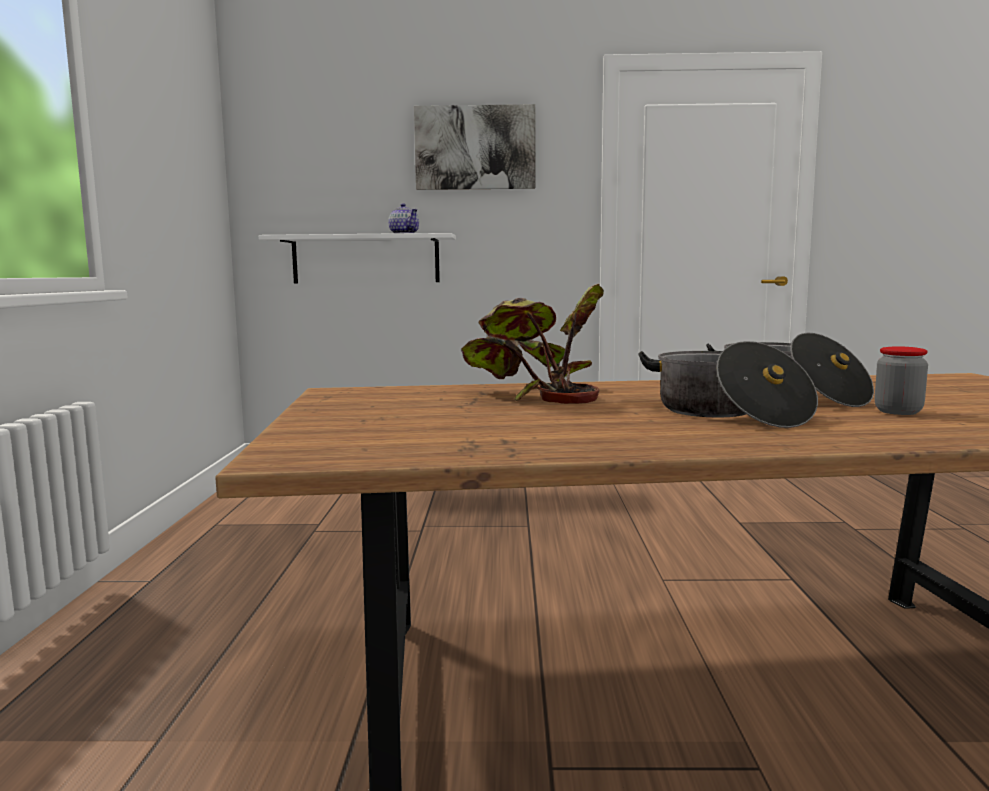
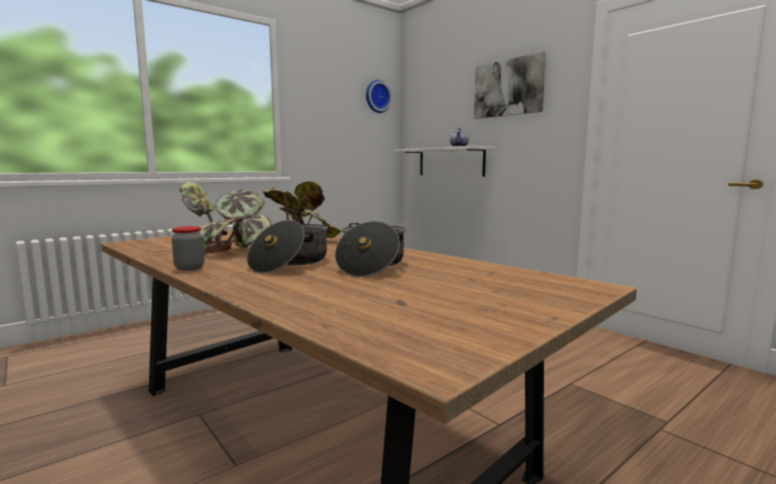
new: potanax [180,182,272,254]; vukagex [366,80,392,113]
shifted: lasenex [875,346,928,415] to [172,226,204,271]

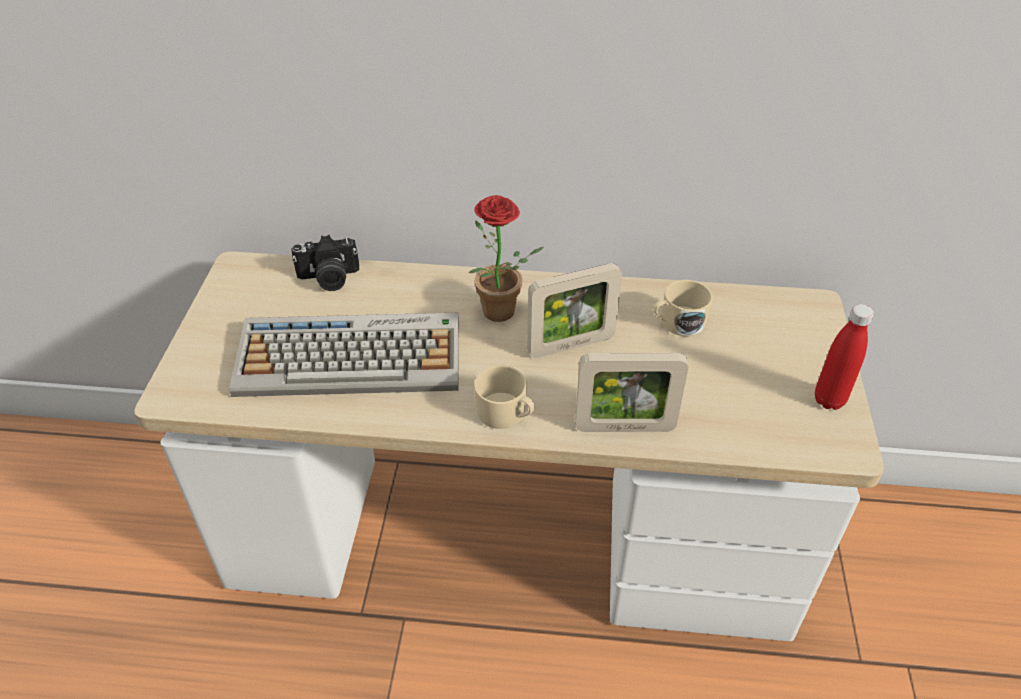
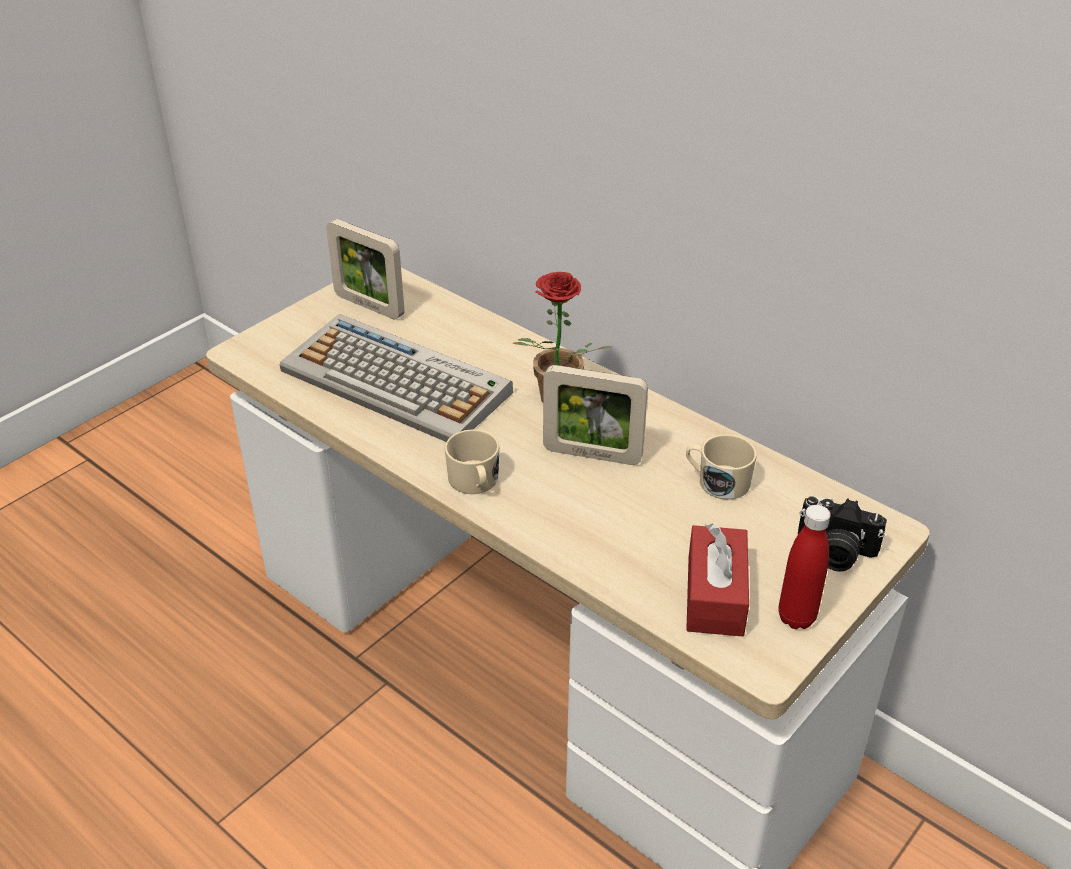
new: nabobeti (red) [686,524,749,637]
shifted: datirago [291,235,359,291] to [798,496,887,572]; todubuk [575,353,688,432] to [326,219,405,320]

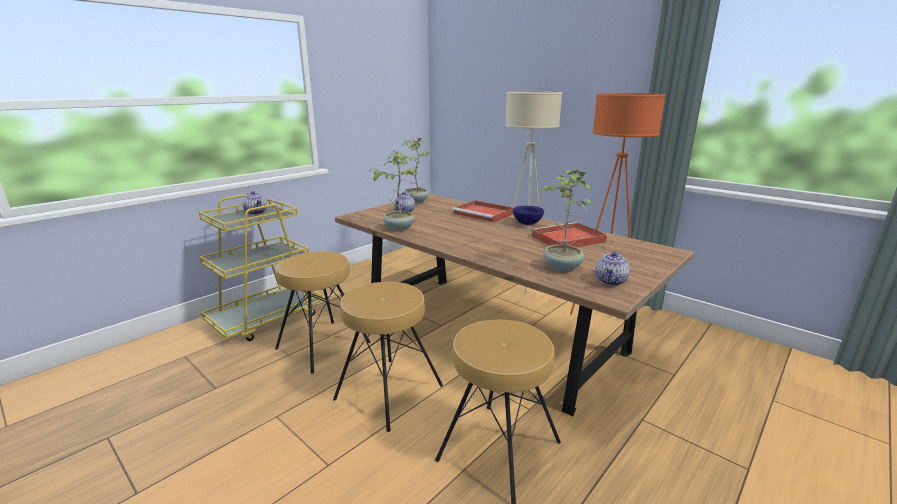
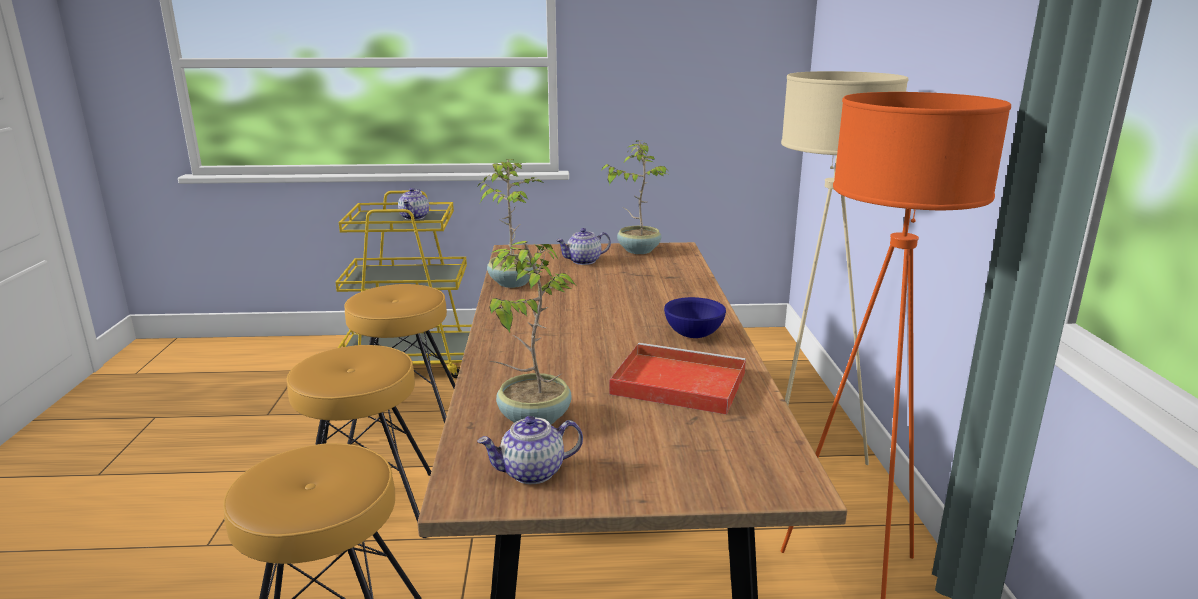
gone: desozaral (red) [453,200,514,223]

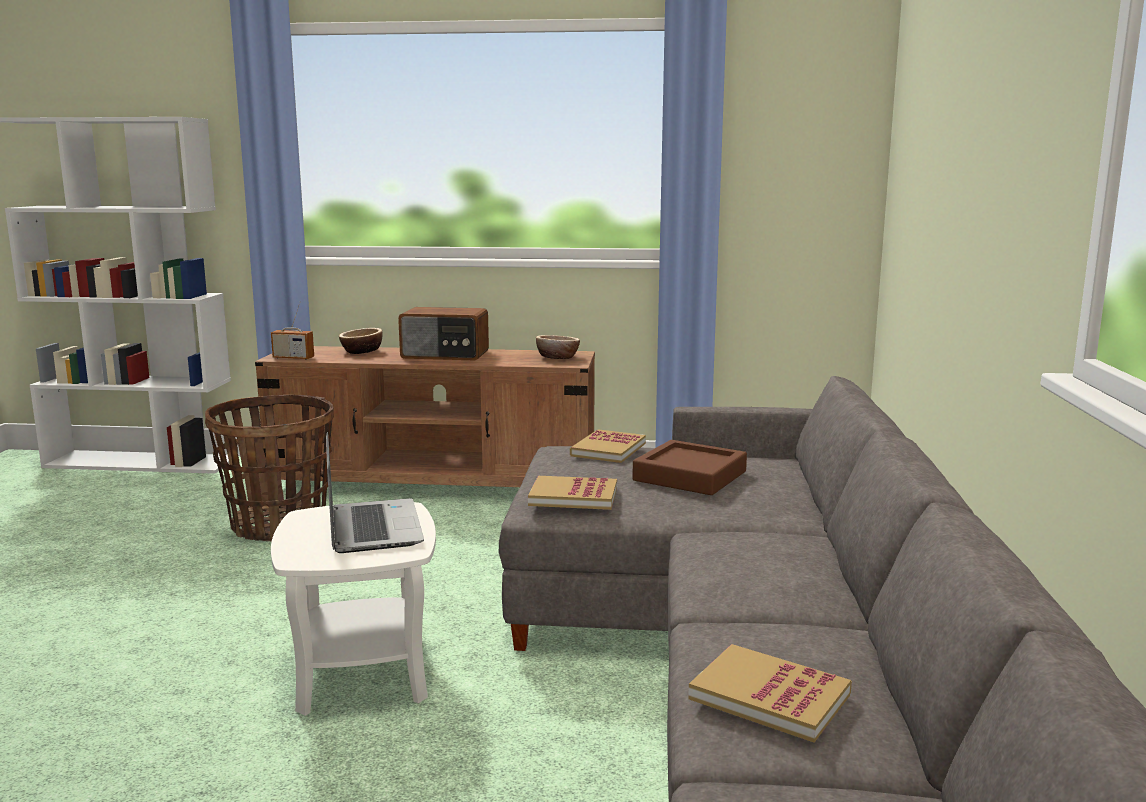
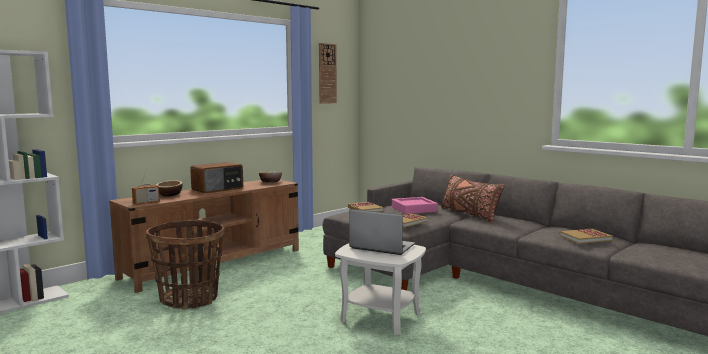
new: vukagex [319,43,337,104]; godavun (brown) [441,175,505,223]
repainted: desozaral (brown) [632,440,747,495] to desozaral (pink) [392,197,438,214]

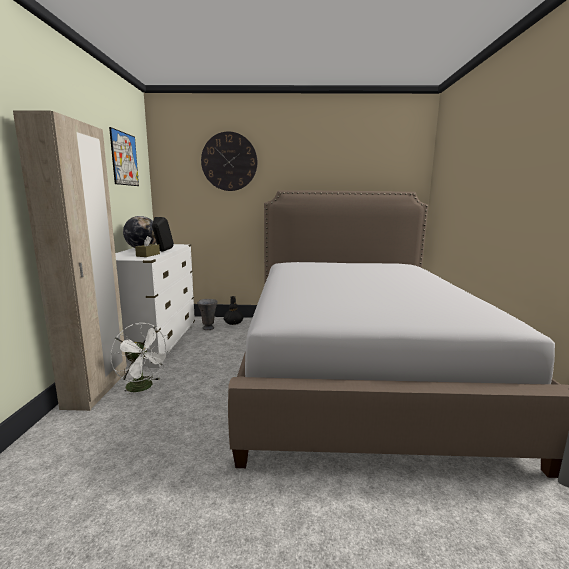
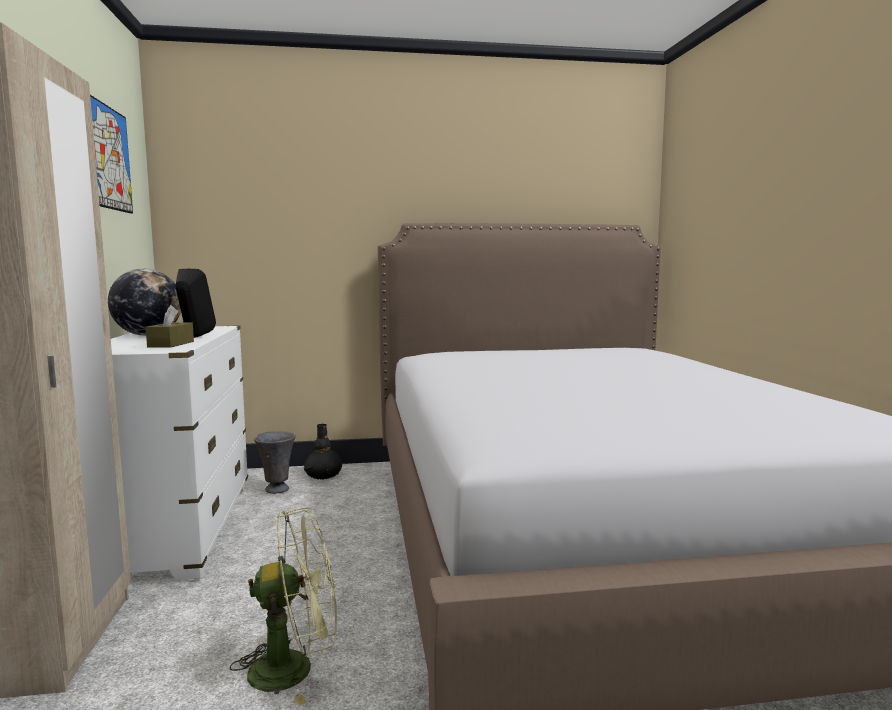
gone: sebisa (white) [110,323,170,398]; vukagex [201,132,257,191]
new: sebisa (green) [230,507,337,706]

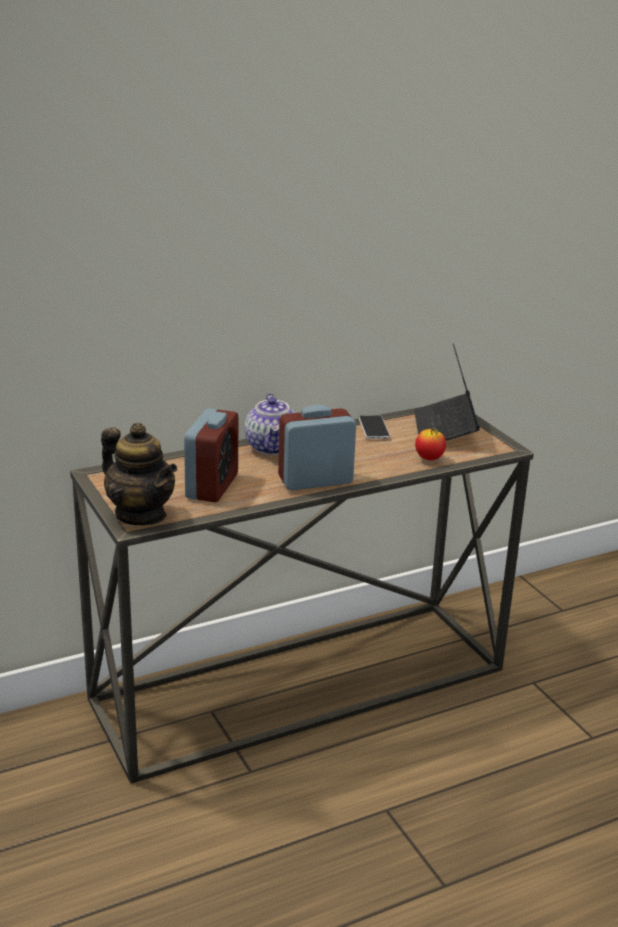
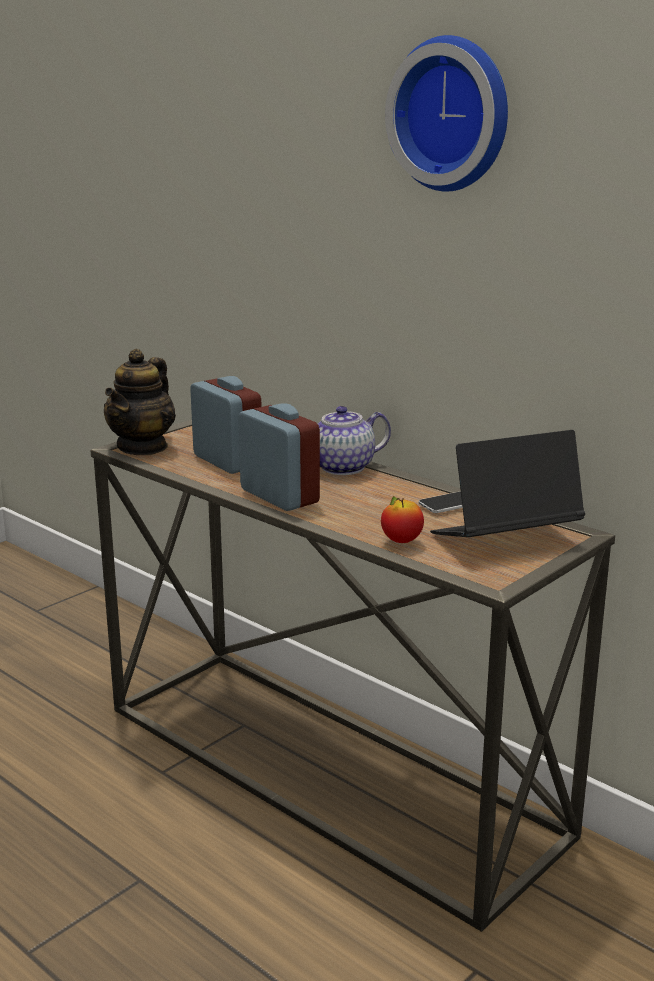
new: vukagex [385,35,508,192]
rotated: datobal [184,408,238,502] = [190,376,261,474] 120 degrees counterclockwise

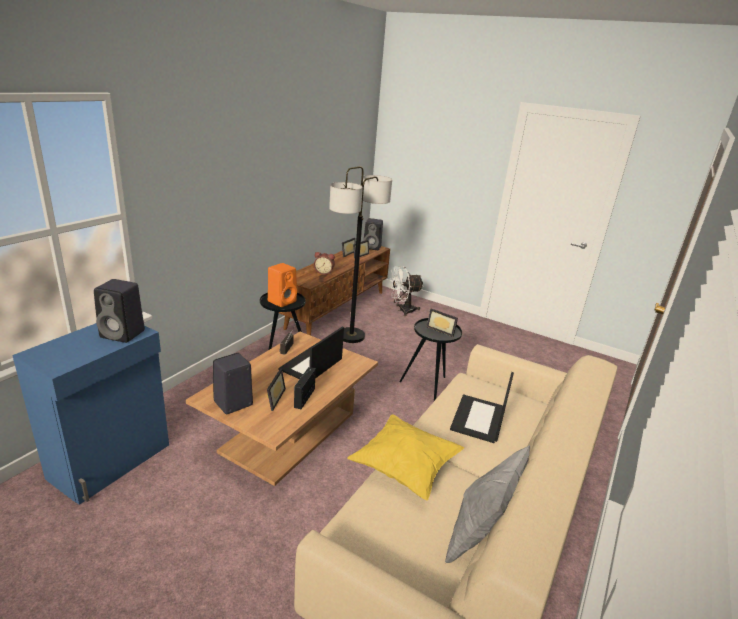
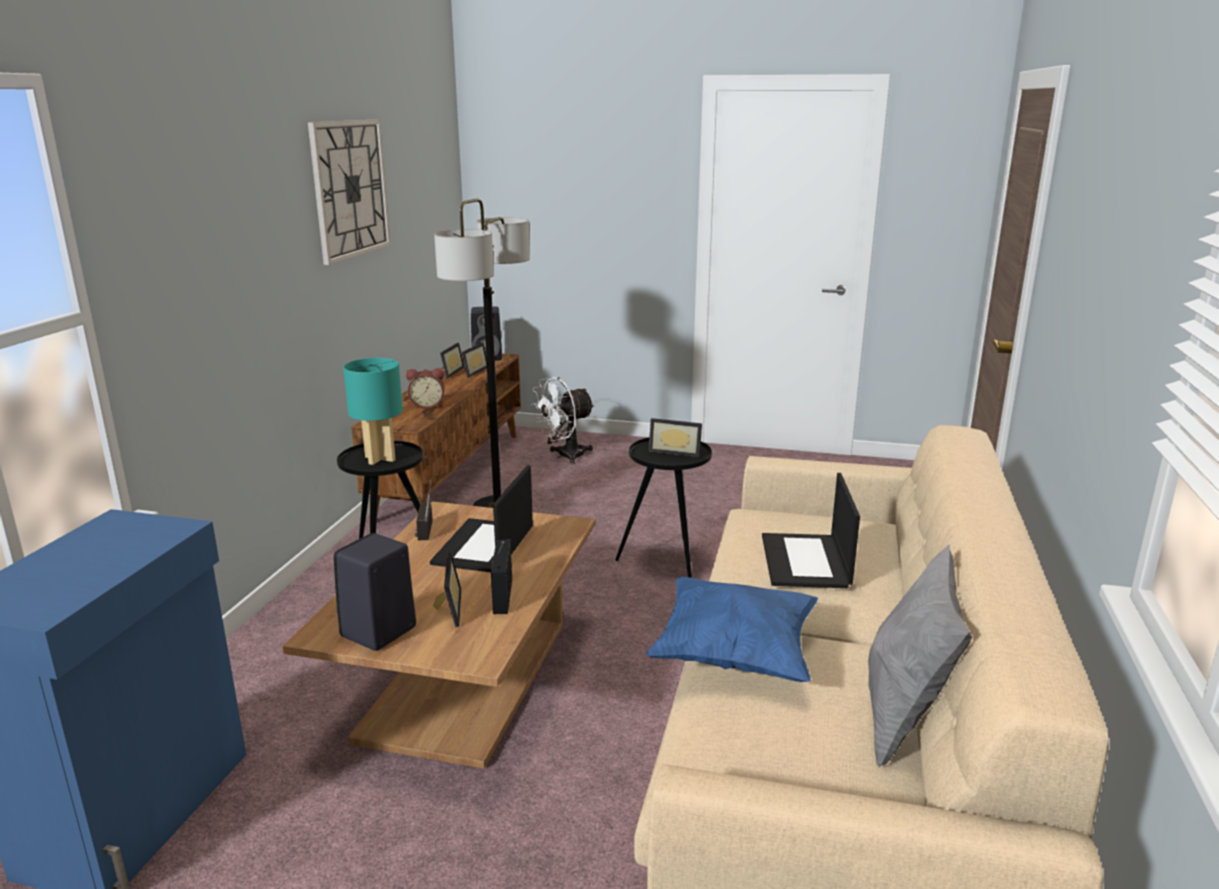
gone: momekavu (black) [94,279,145,343]
new: vukagex [308,119,391,265]
swapped: momekavu (orange) [268,263,297,307] to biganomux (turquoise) [343,358,403,465]
repainted: godavun (yellow) [347,414,464,501] to godavun (blue) [646,577,818,682]

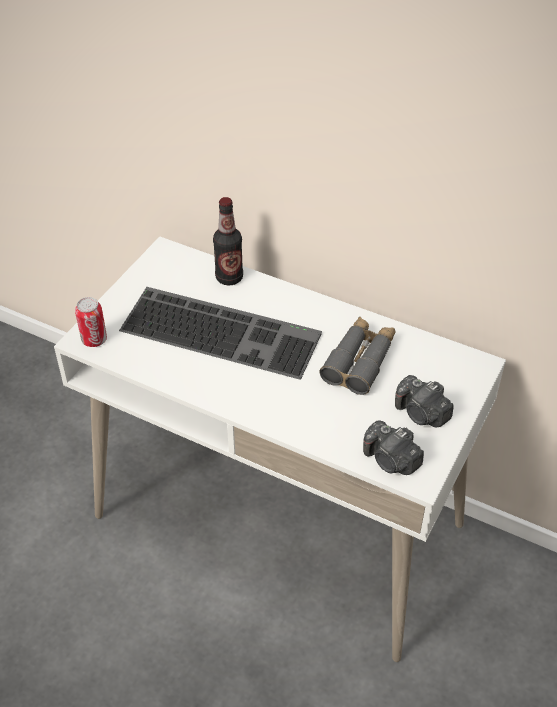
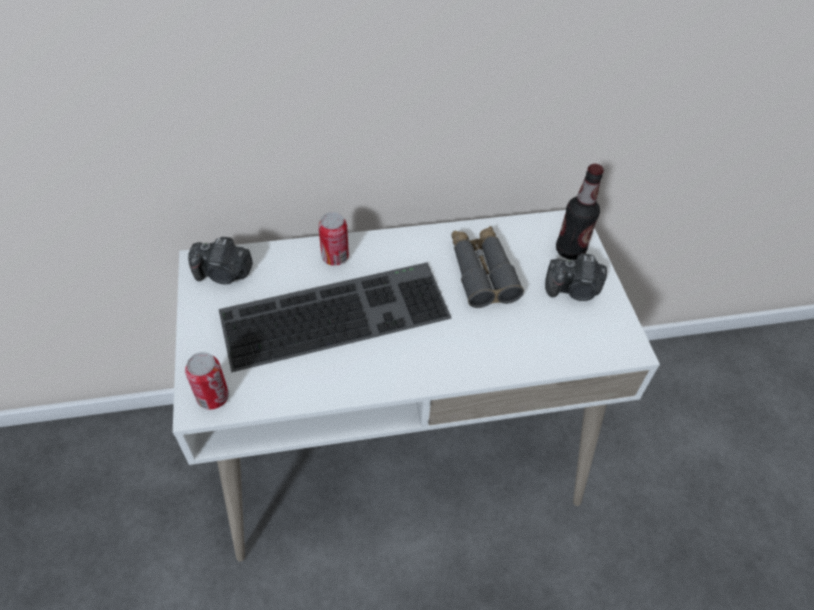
new: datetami [318,212,349,266]
shifted: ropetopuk [213,197,243,285] to [556,164,604,260]; datirago [363,420,424,475] to [188,237,253,284]

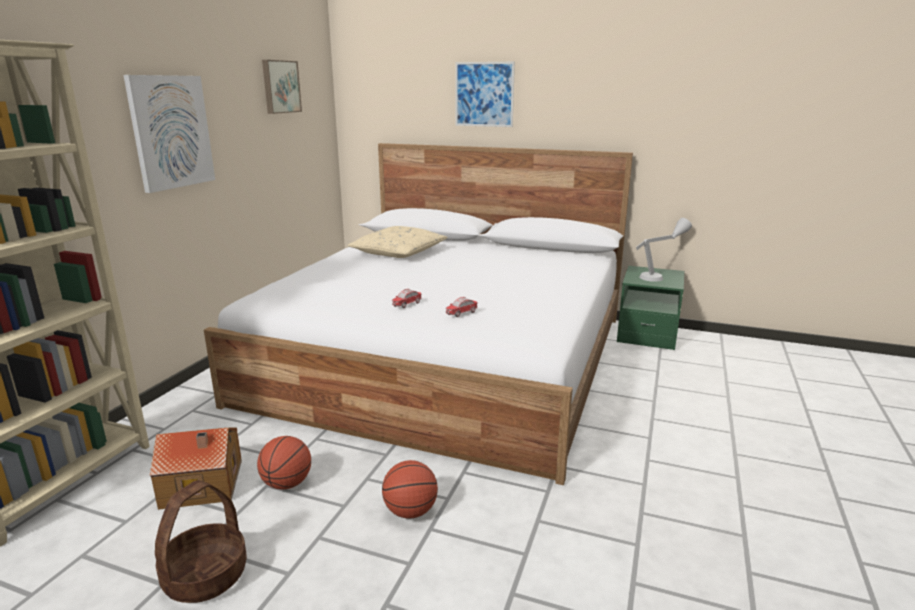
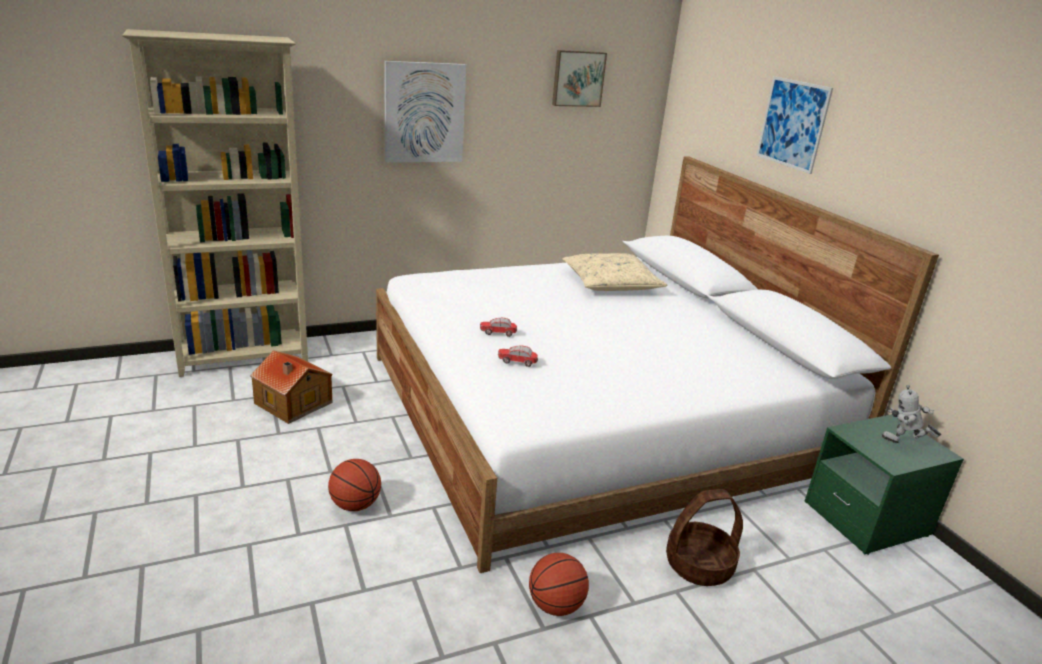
shifted: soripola [155,480,247,603] to [666,489,743,586]; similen [257,436,311,490] to [529,553,589,616]
swapped: biganomux (grey) [636,218,692,282] to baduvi [882,385,941,443]

